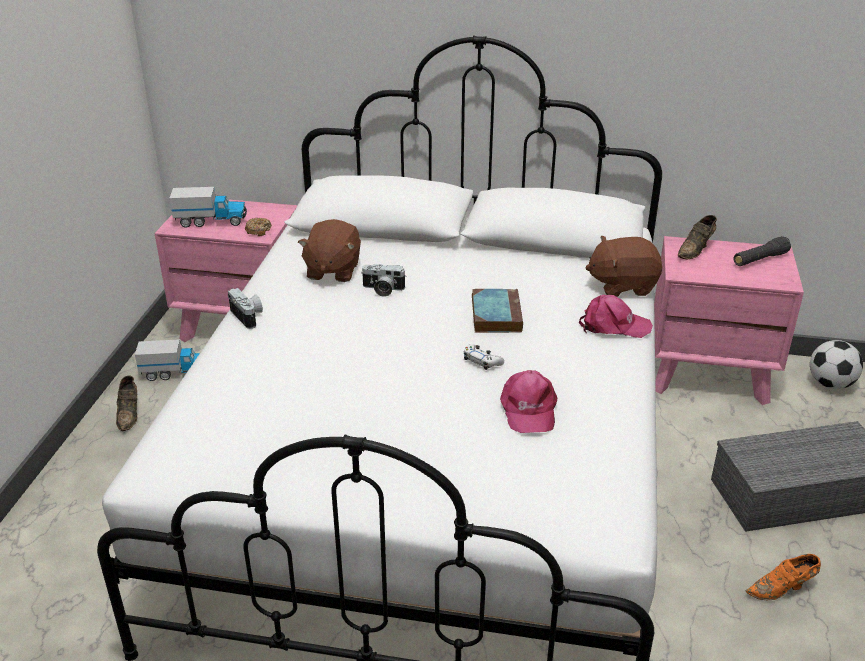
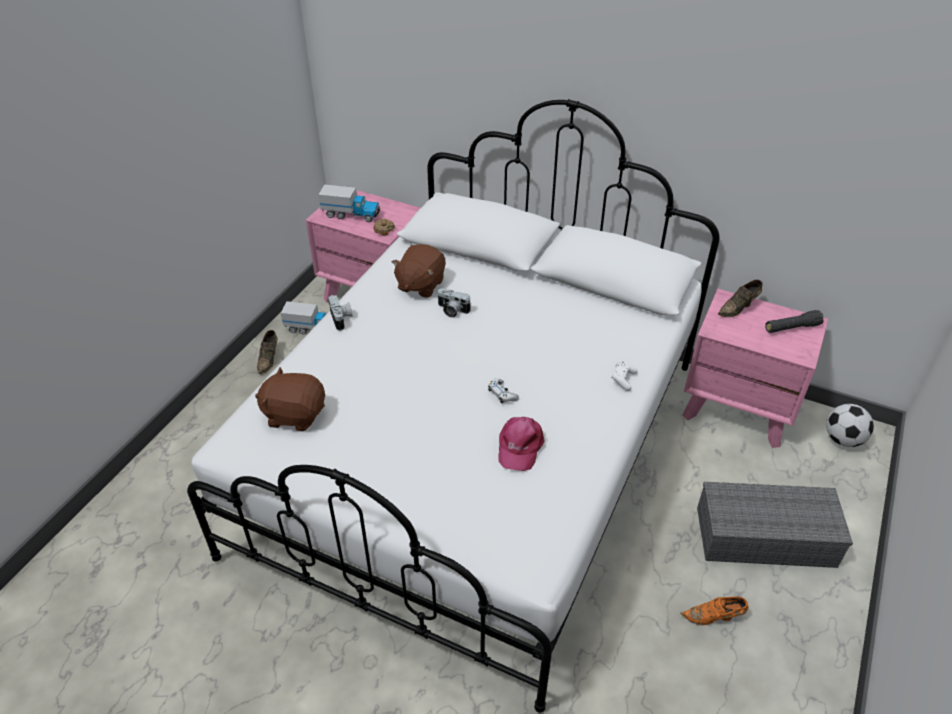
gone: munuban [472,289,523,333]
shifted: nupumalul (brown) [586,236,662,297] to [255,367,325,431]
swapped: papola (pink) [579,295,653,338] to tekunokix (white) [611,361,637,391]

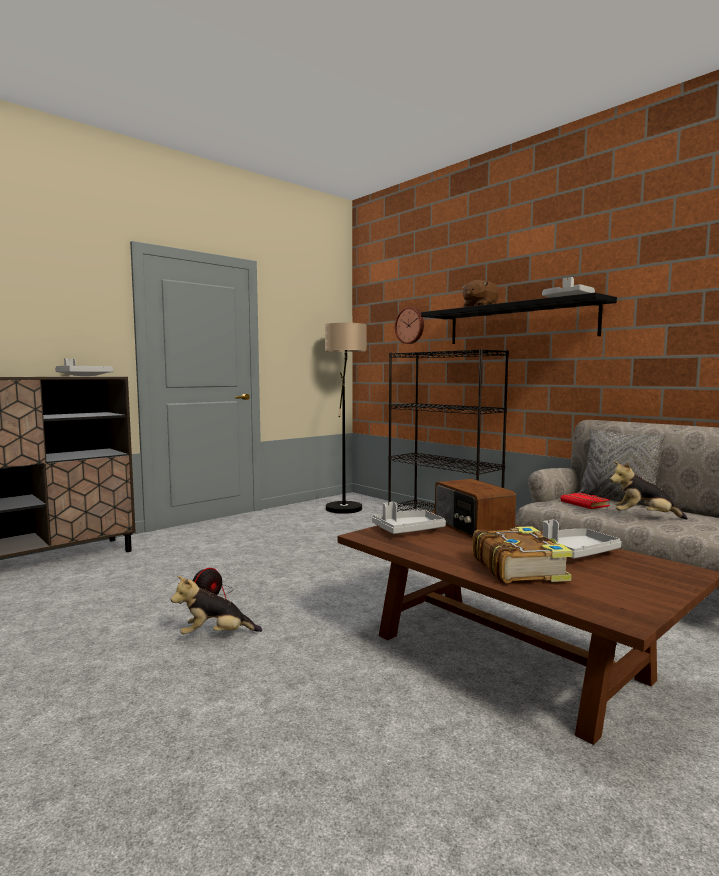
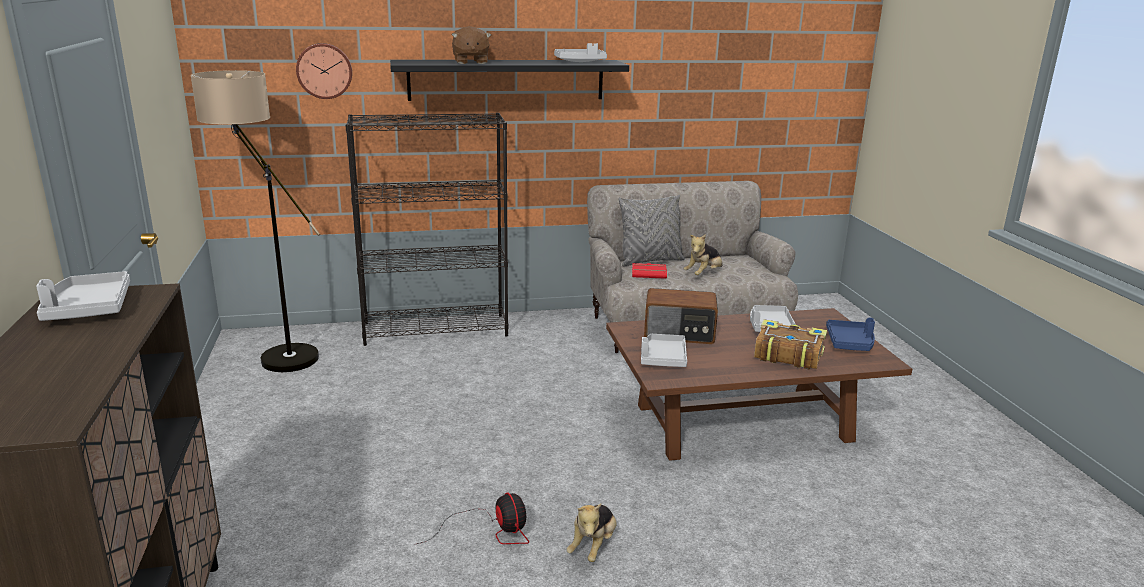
new: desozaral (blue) [826,318,875,351]

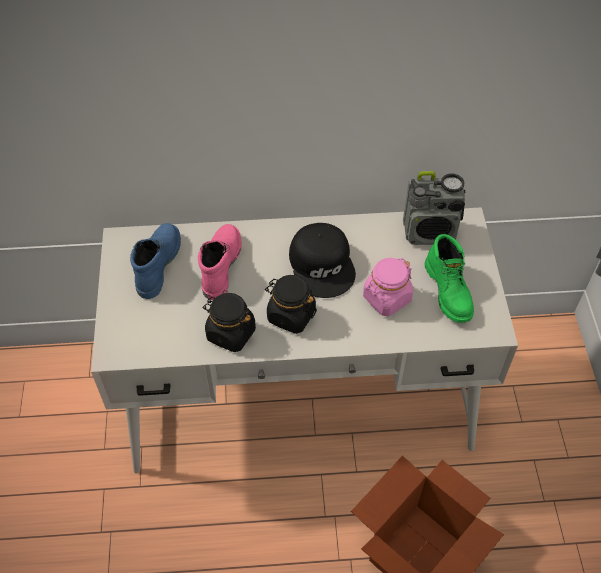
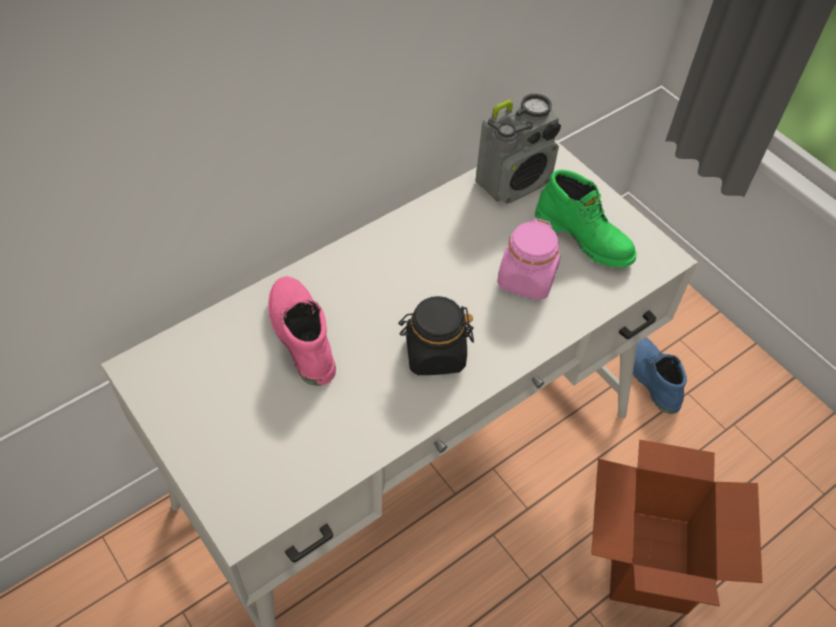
gone: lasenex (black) [203,293,256,352]; papola (black) [289,223,356,298]
shifted: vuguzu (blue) [130,223,181,299] to [633,337,687,414]

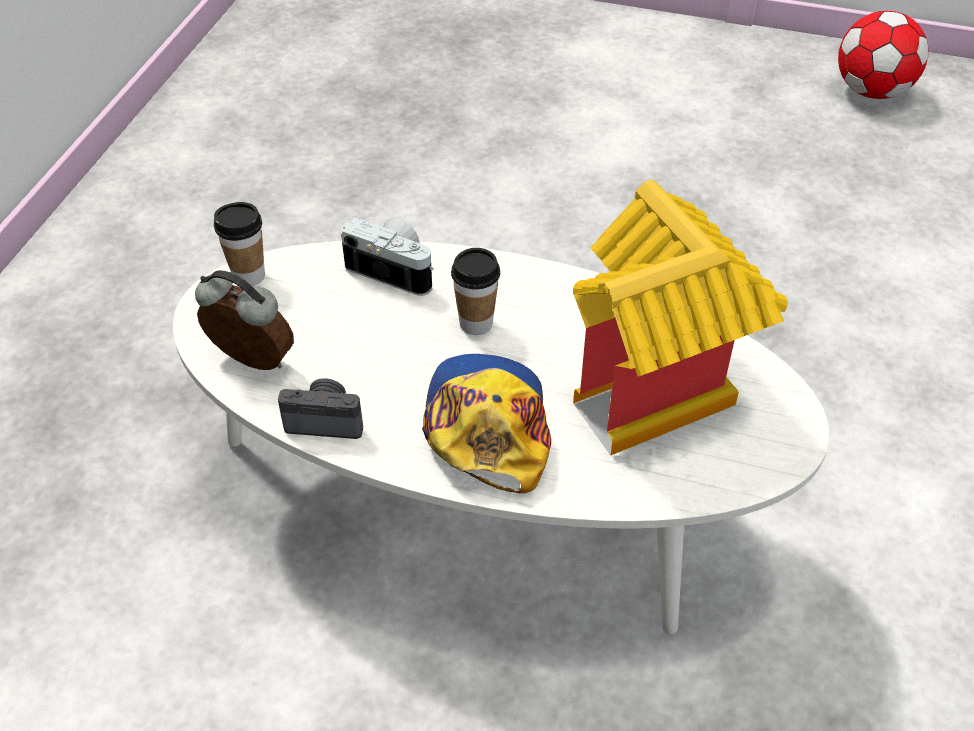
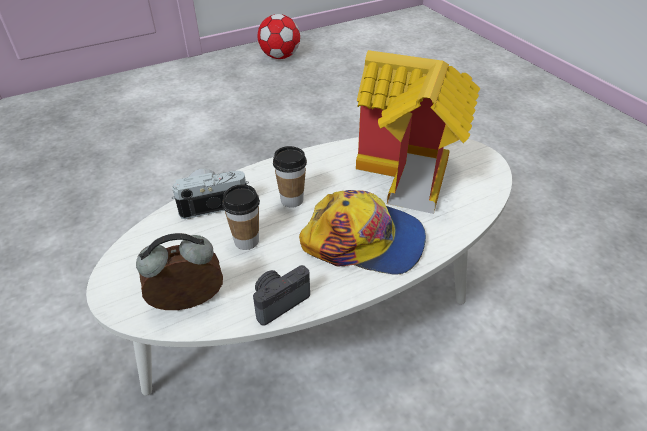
shifted: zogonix [214,202,265,286] to [222,184,260,250]
rotated: papola [422,354,551,494] = [299,190,426,275] 150 degrees clockwise

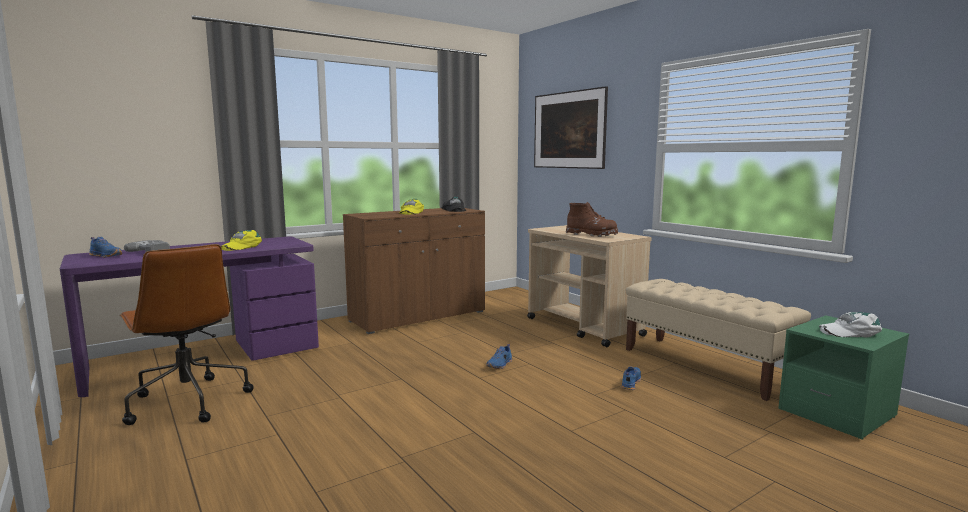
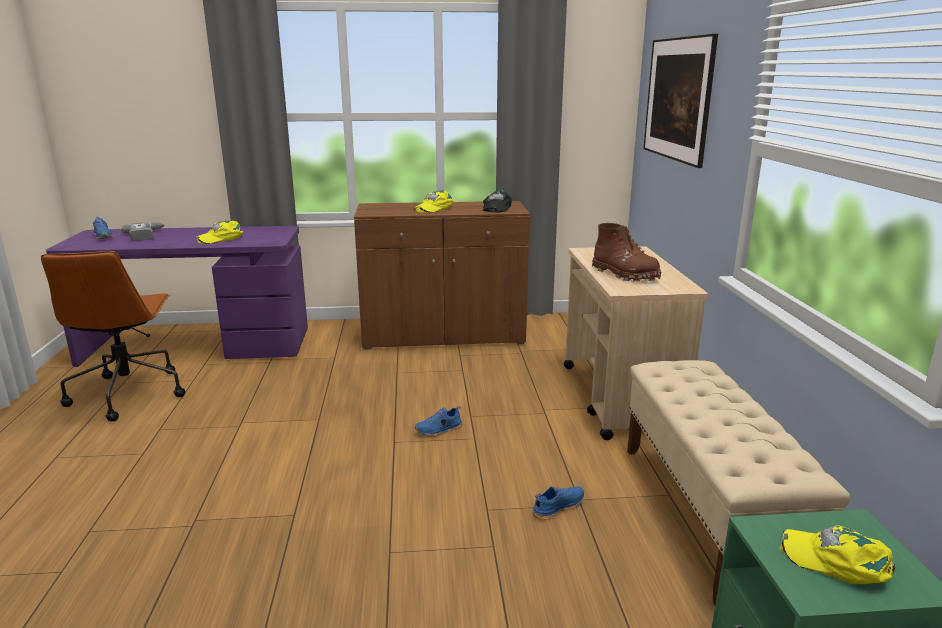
repainted: papola (white) [819,312,882,337] to papola (yellow) [780,525,895,584]

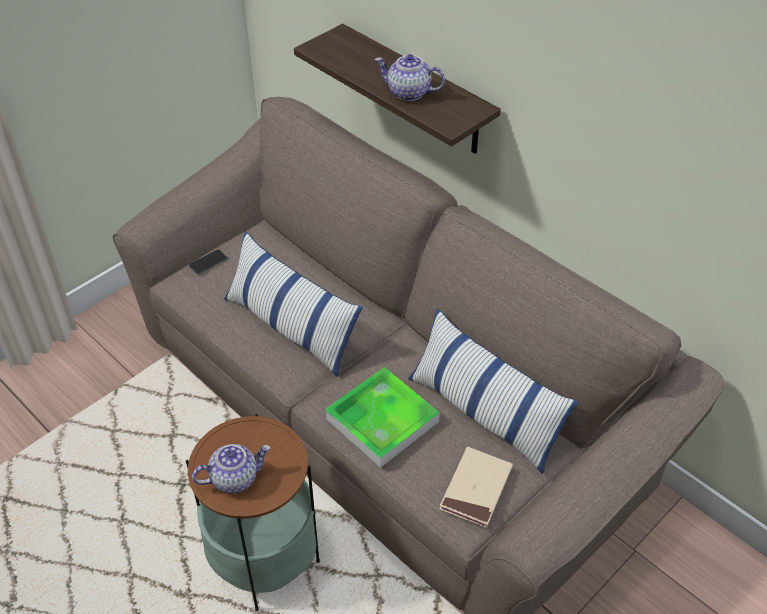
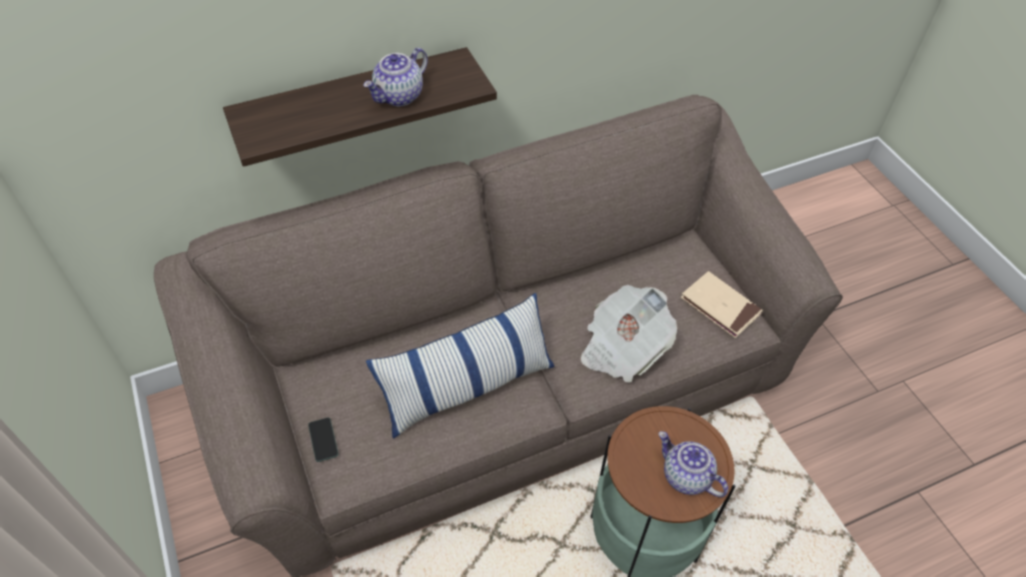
gone: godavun [408,309,578,474]
swapped: desozaral [325,367,440,468] to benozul [580,285,677,383]
rotated: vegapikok [192,444,271,494] = [659,431,728,497] 45 degrees counterclockwise

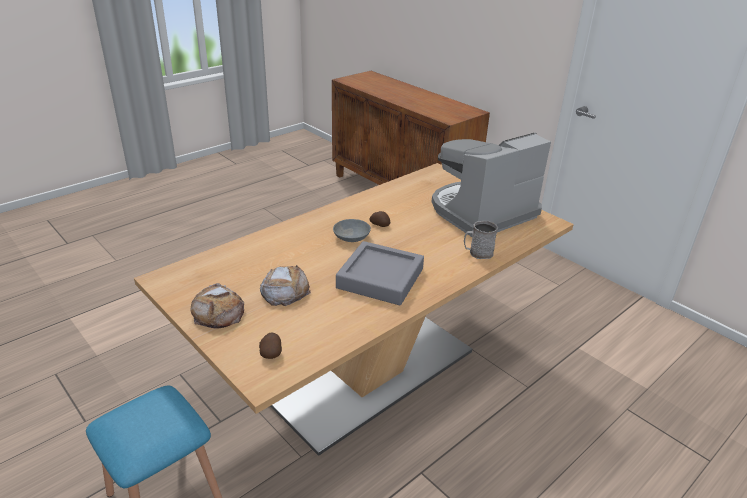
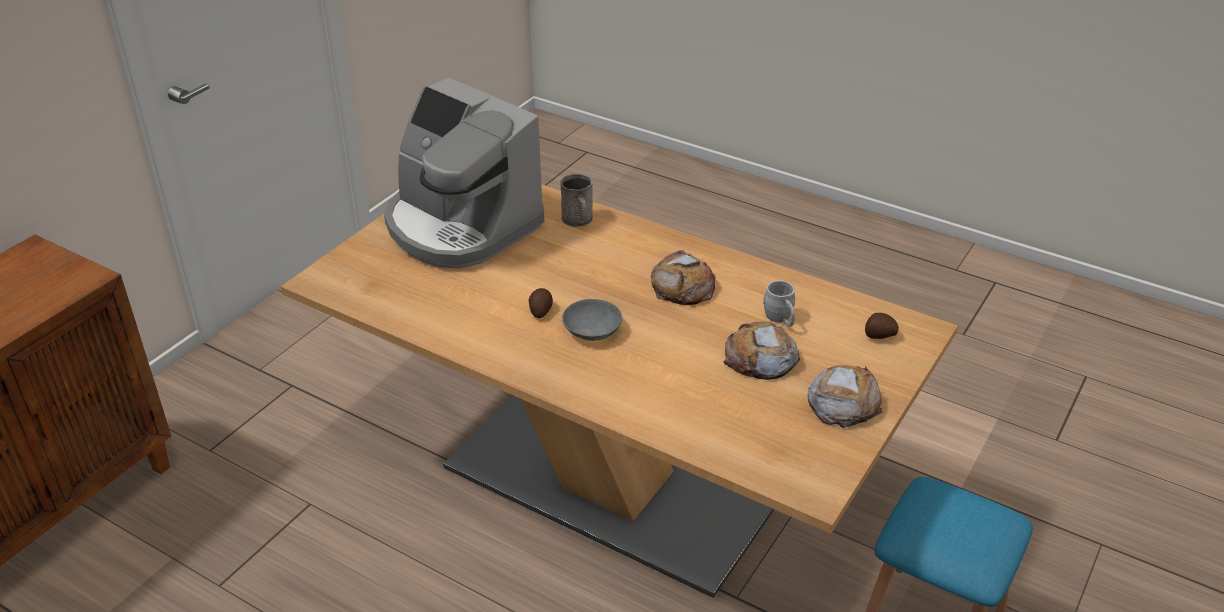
new: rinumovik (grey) [763,280,795,327]
swapped: desozaral (grey) [336,241,424,305] to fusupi [651,250,716,305]

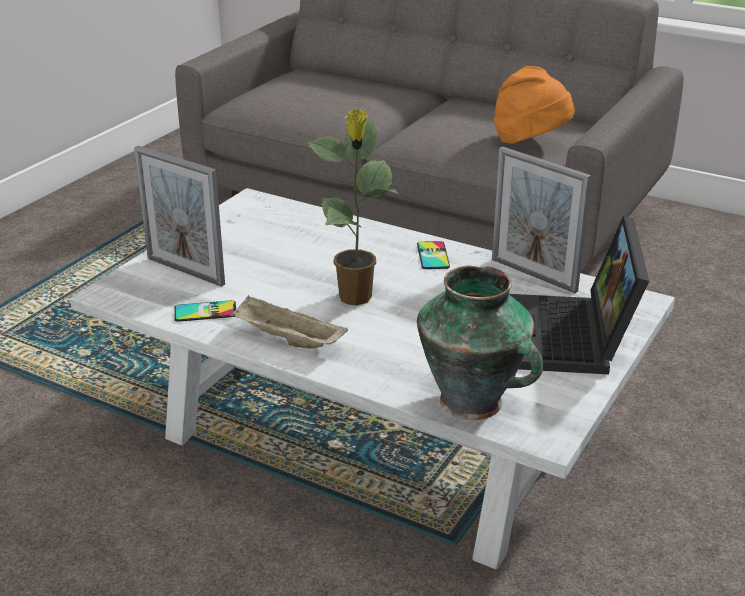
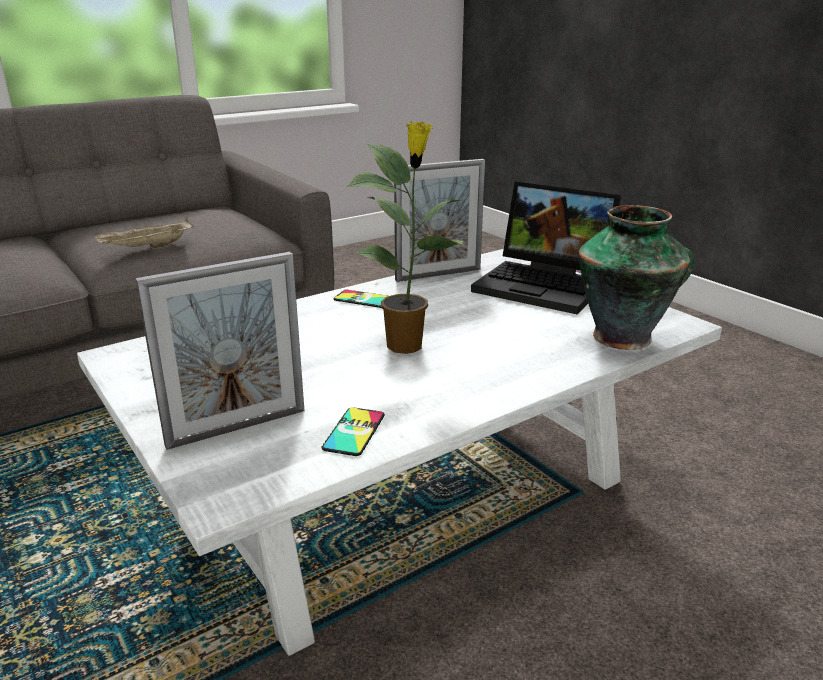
gone: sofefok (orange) [494,66,575,144]
shifted: desozaral (beige) [230,295,348,349] to [94,219,194,248]

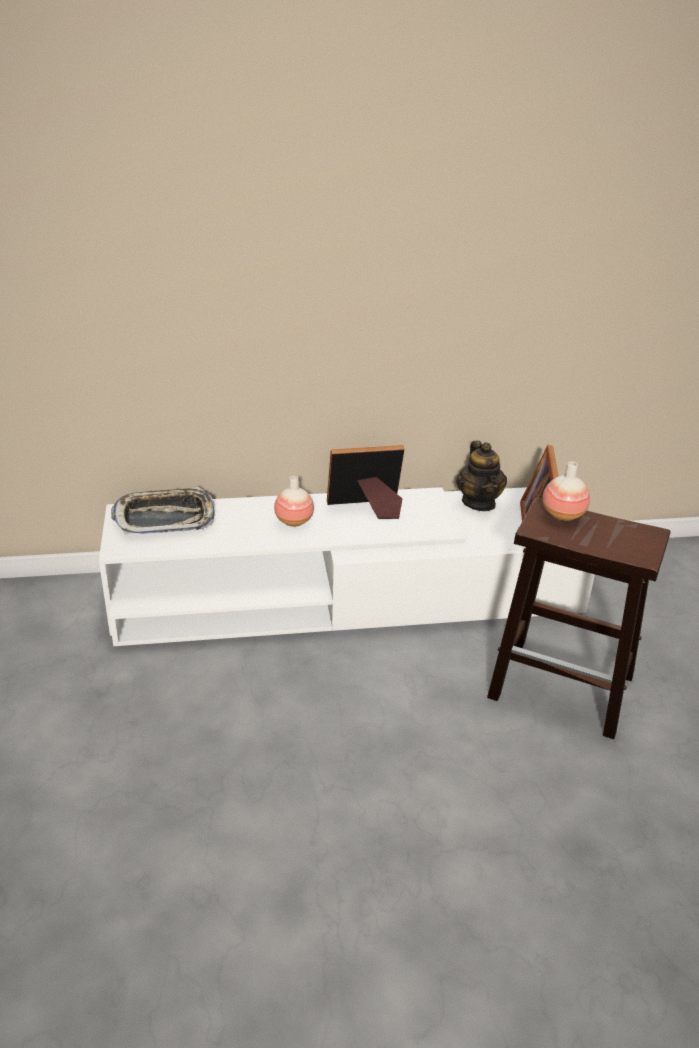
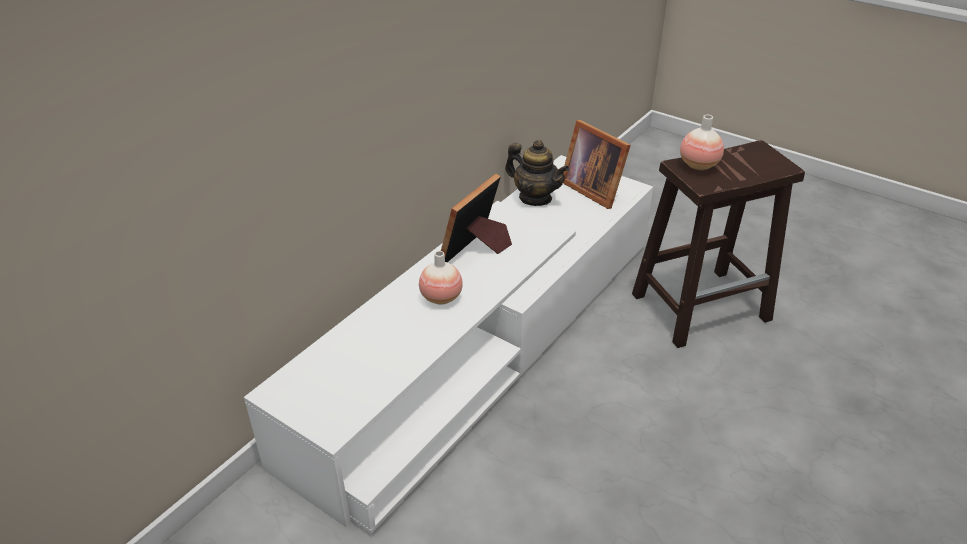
gone: desozaral [111,487,215,535]

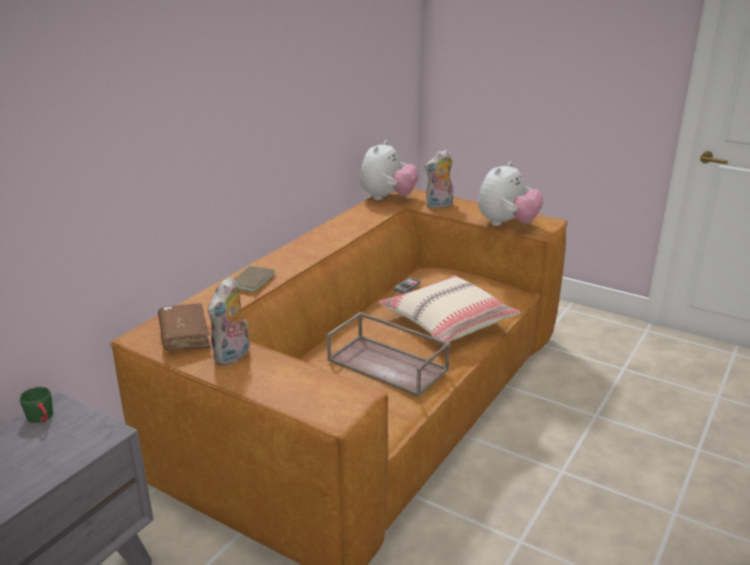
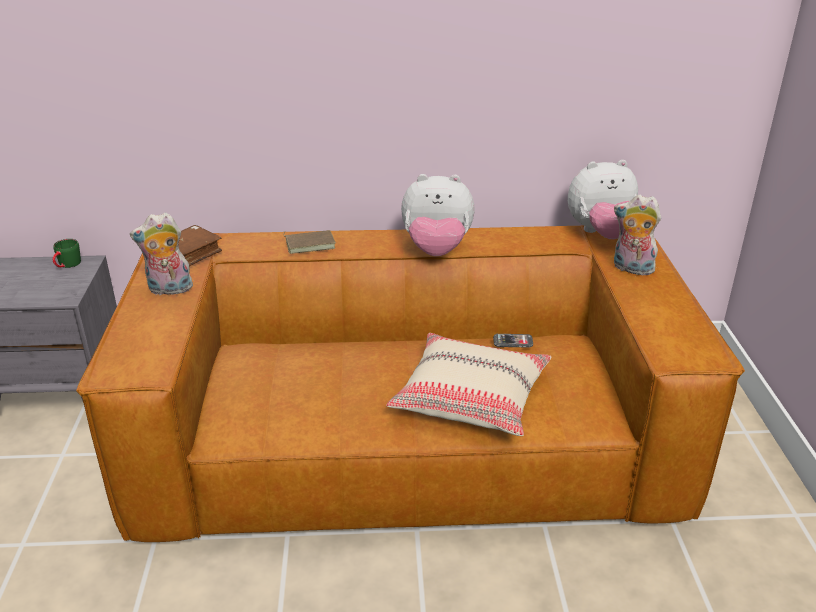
gone: desozaral (brown) [327,312,450,397]
shifted: nupumalul [478,161,543,226] to [401,174,475,256]

